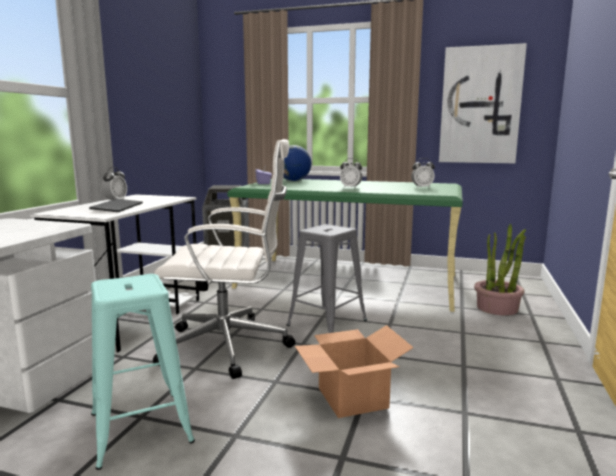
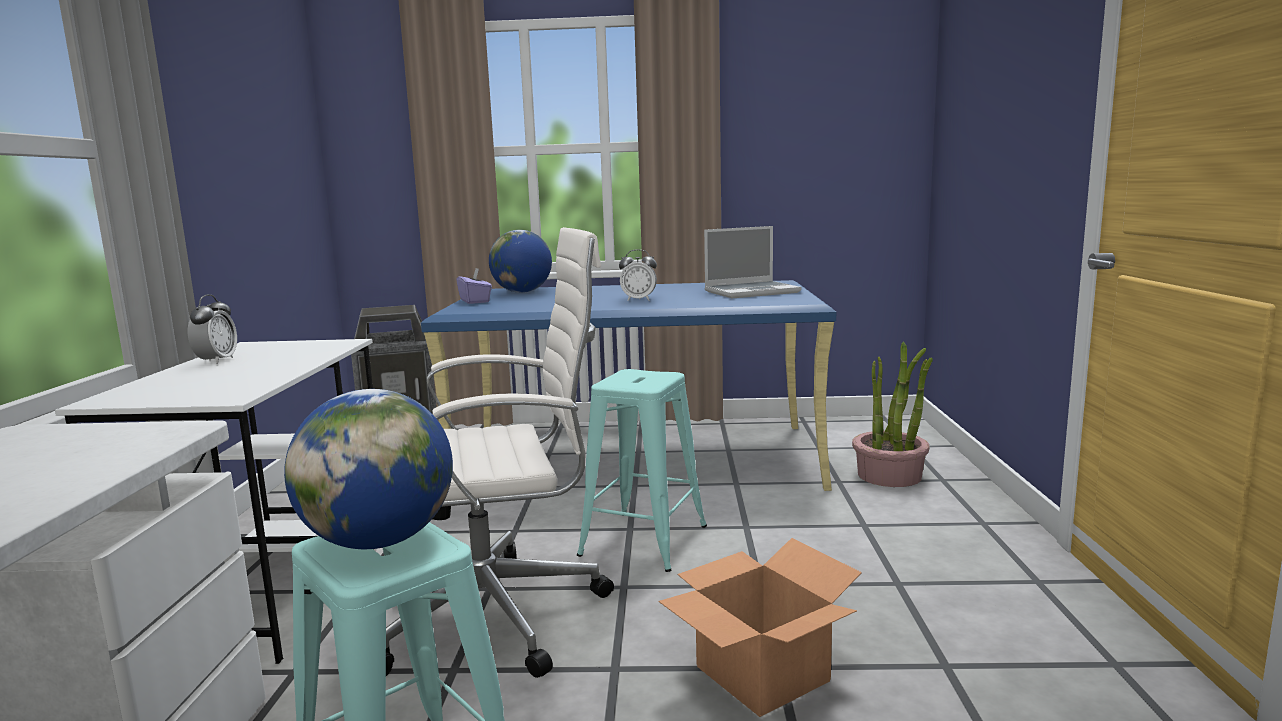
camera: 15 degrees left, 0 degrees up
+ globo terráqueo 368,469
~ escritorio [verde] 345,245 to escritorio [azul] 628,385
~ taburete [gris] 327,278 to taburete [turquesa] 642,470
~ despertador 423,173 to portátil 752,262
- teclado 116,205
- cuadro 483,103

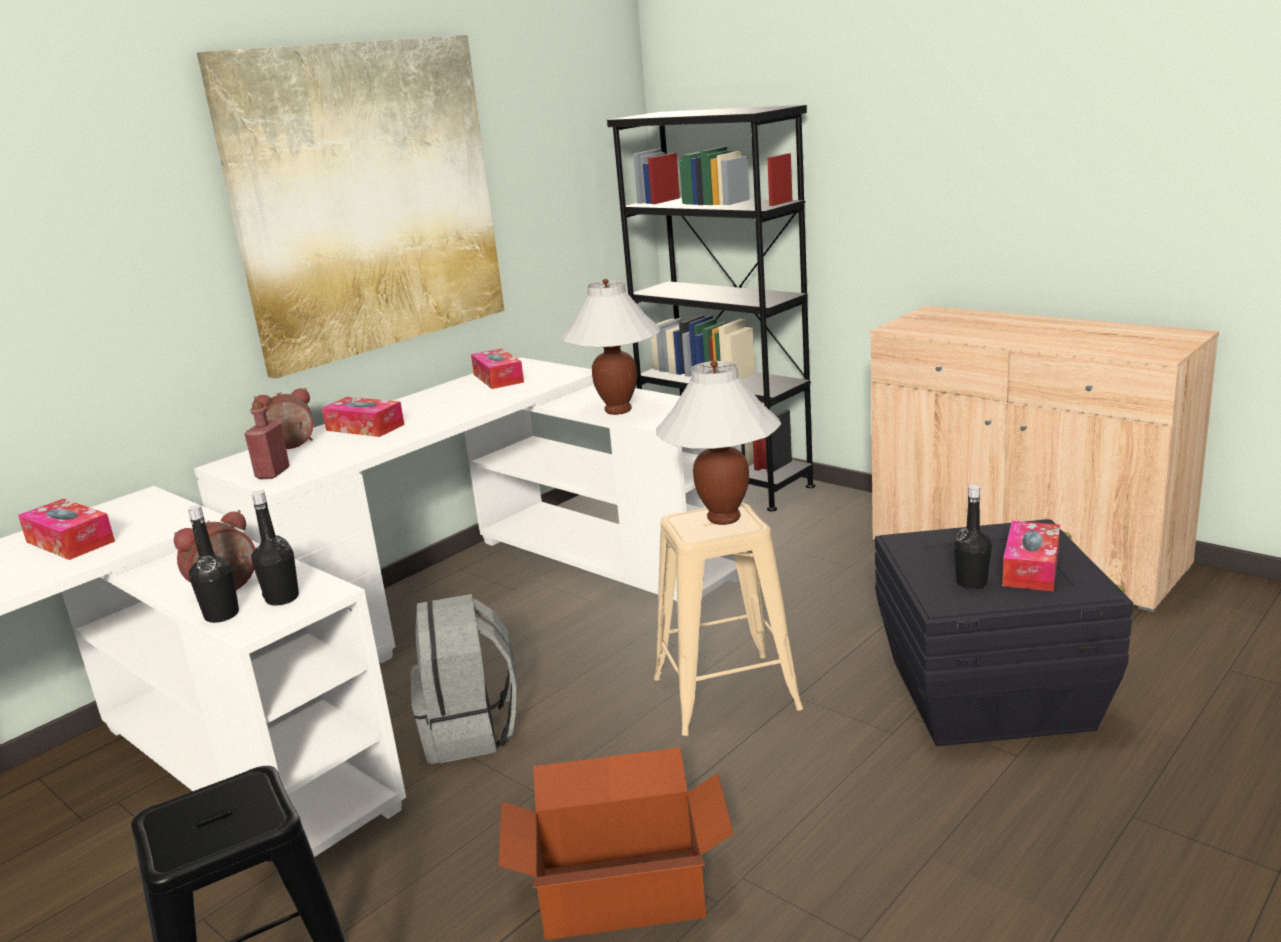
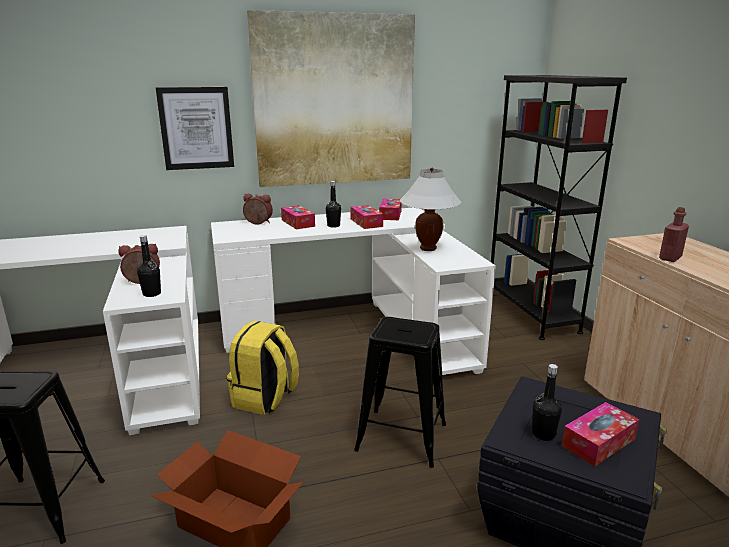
camera: 30 degrees right, 0 degrees up
+ cuadro 195,128
~ mochila [gris] 464,679 to mochila [amarillo] 263,368
~ botella [negro] 213,564 to 333,204
~ caja de pañuelos 66,529 to 366,217
~ taburete [beis] 728,619 to taburete [negro] 400,392
~ botella [rojo] 267,440 to 674,234
- lámpara de mesa [blanco] 718,443

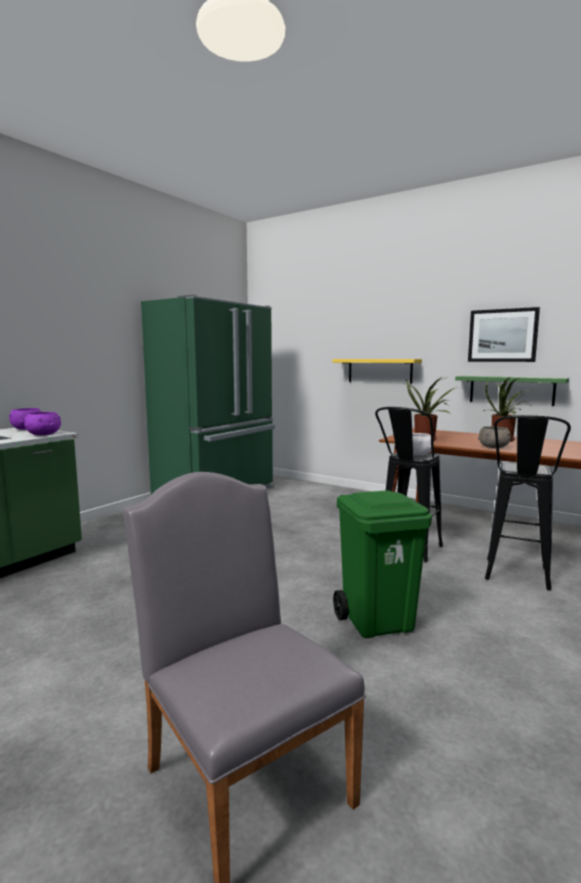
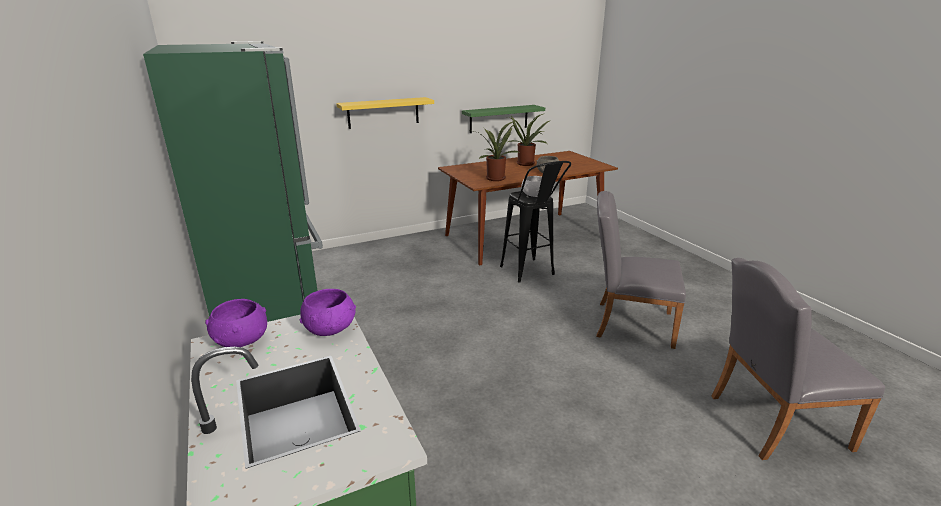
camera: 60 degrees left, 15 degrees up
~ papelera [verde] 382,564 to silla [gris] 641,270
- cuadro 504,334
- taburete [negro] 528,502

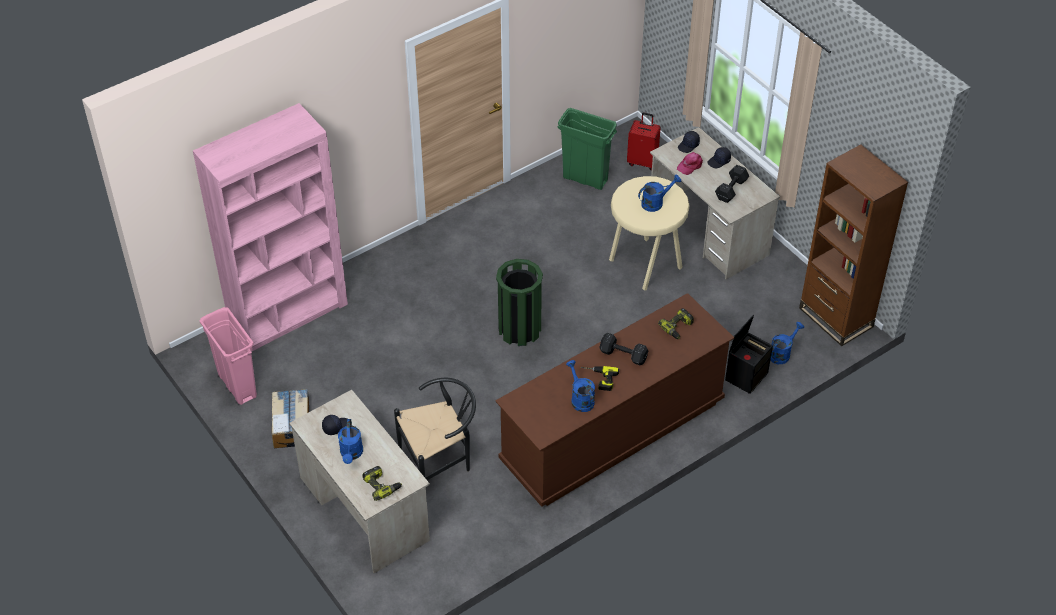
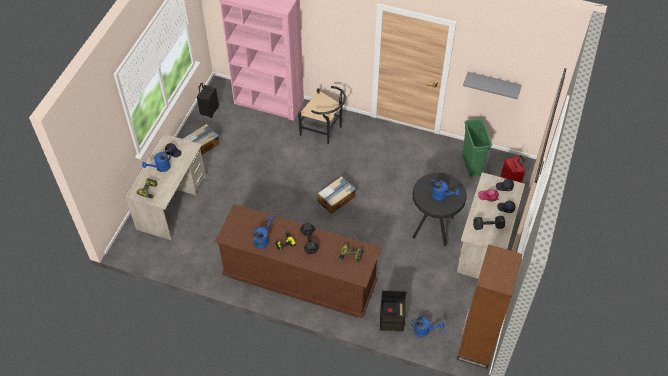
camera: 55 degrees right, 5 degrees up
~ papelera [rosa] 228,356 to maleta [negro] 208,100
~ silla [negro] 435,429 to 322,115
~ papelera [verde] 519,302 to caja de cartón 336,195
~ taburete [beis] 649,233 to taburete [negro] 439,209
+ estante [gris] 492,85

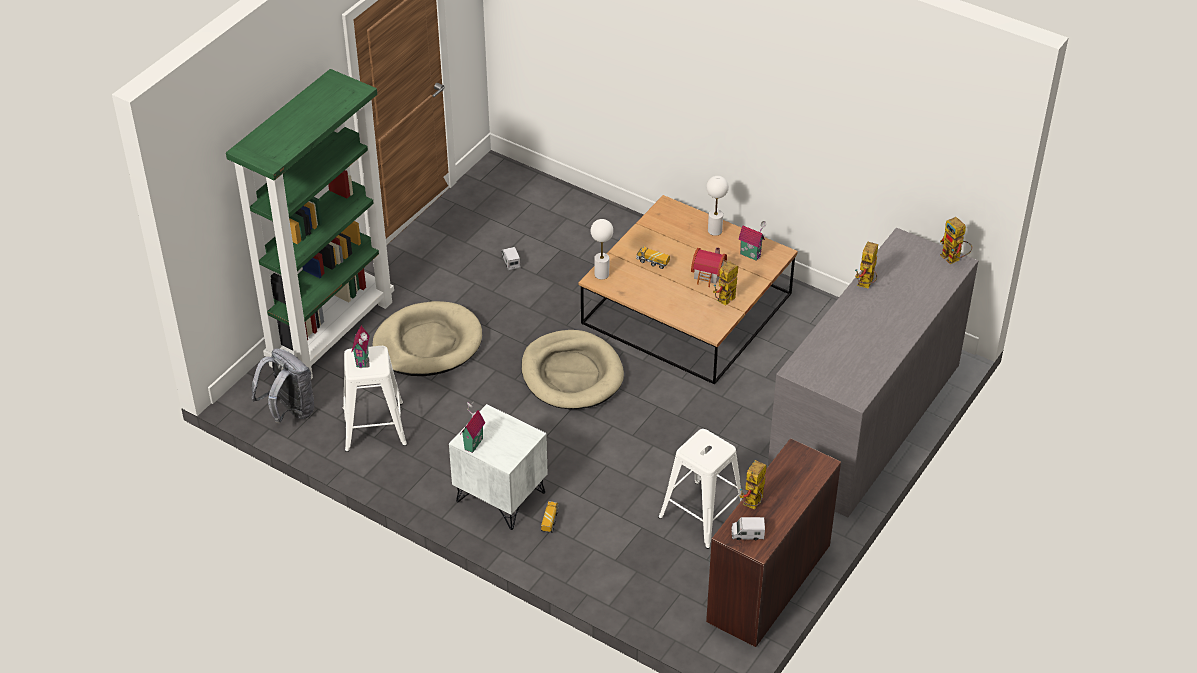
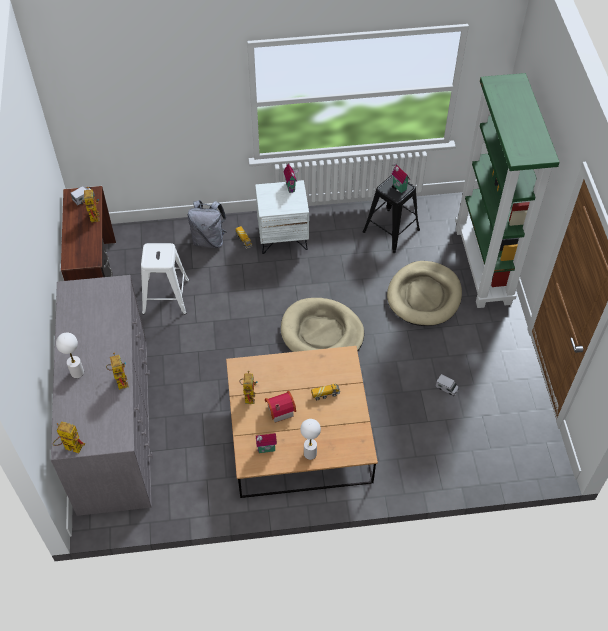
camera: 140 degrees right, 10 degrees up
~ lámpara de mesa [blanco] 602,249 to 70,355
~ mochila [gris] 282,385 to 207,224
~ taburete [blanco] 374,399 to taburete [negro] 391,214

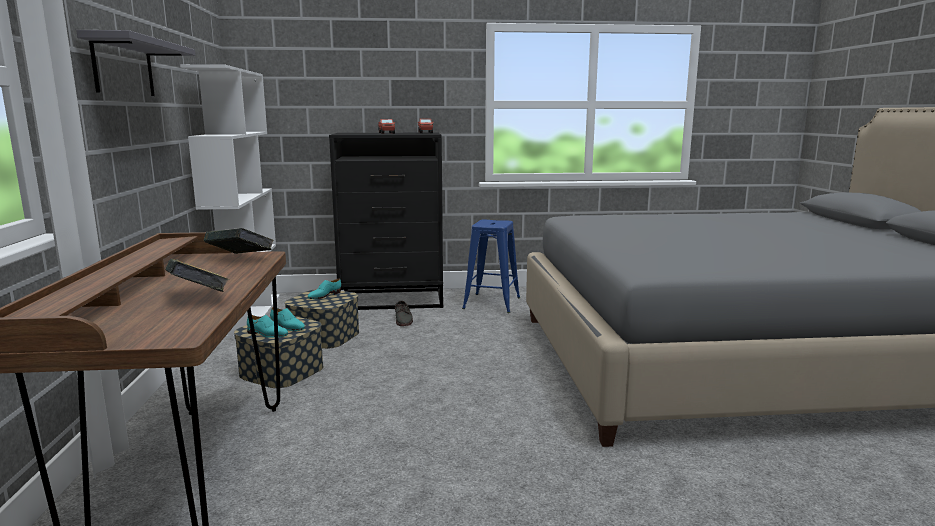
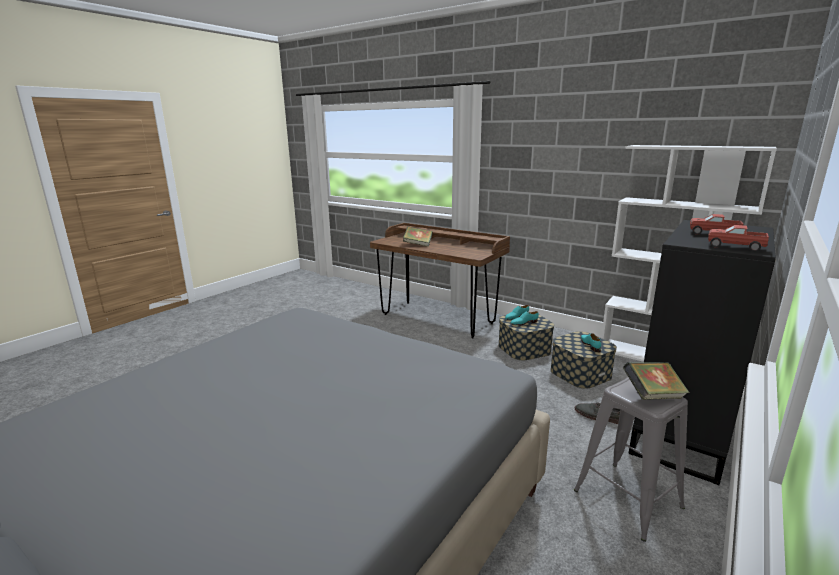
camera: 130 degrees right, 5 degrees up
~ taburete [azul] 491,266 to taburete [gris] 631,459
~ libro 239,241 to 656,381
- estante [gris] 135,63

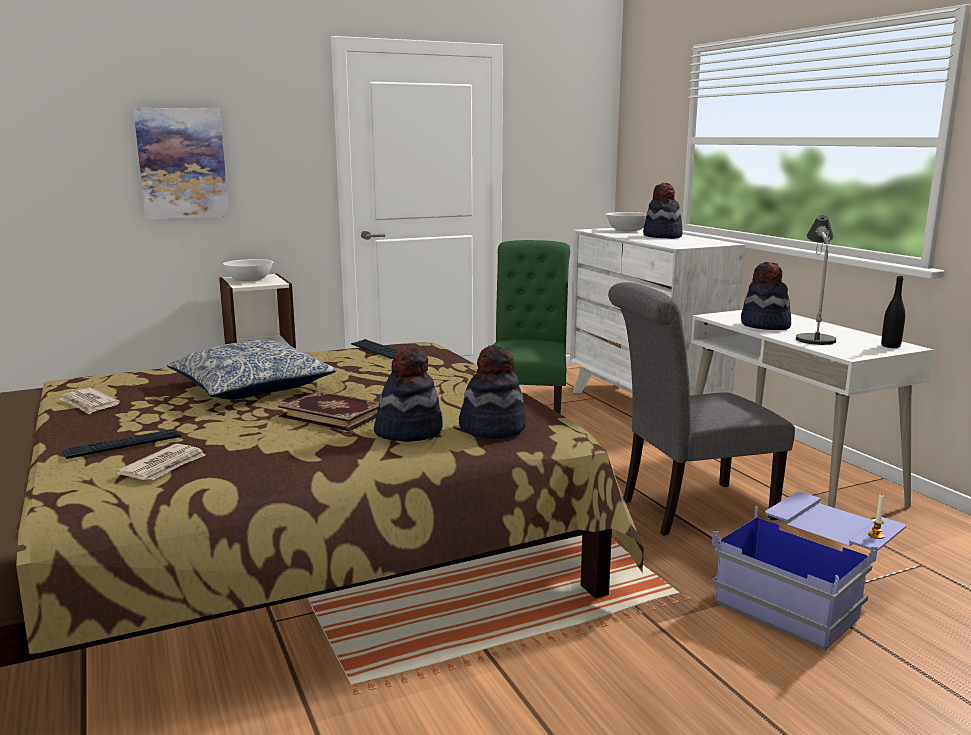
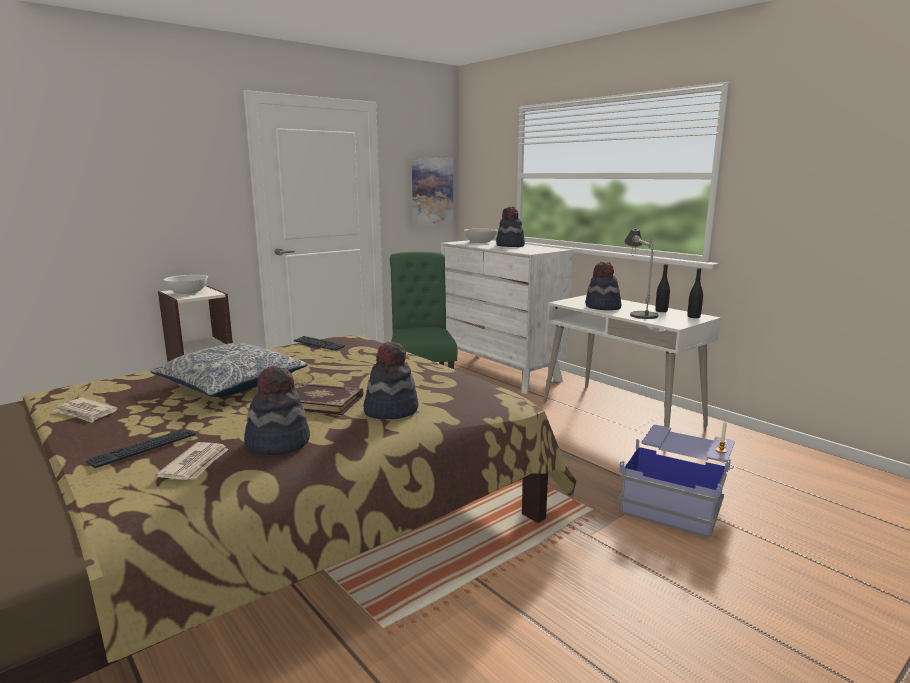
camera: 15 degrees left, 0 degrees up
~ sombrero 492,391 to 277,410
~ cuadro 181,164 to 432,191
+ botella [negro] 662,288
- silla [gris] 701,409

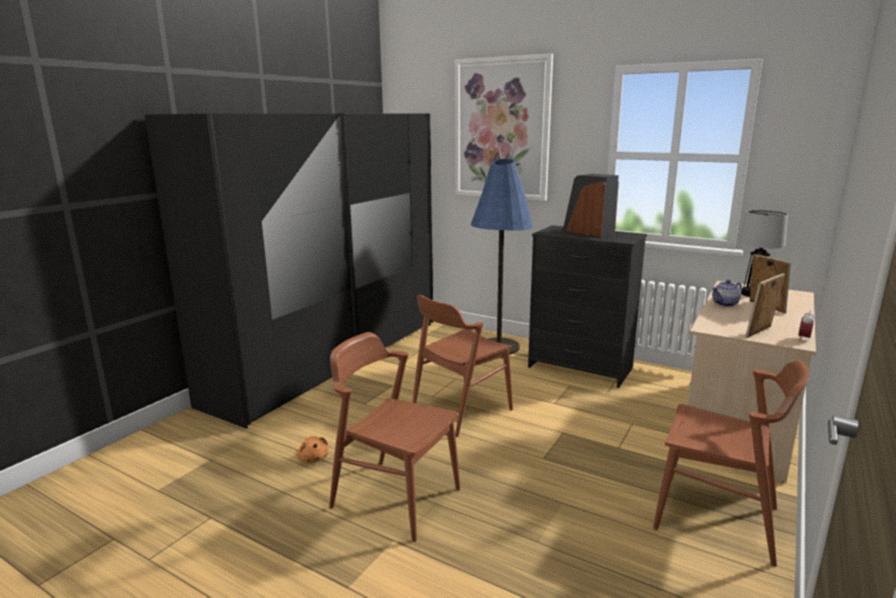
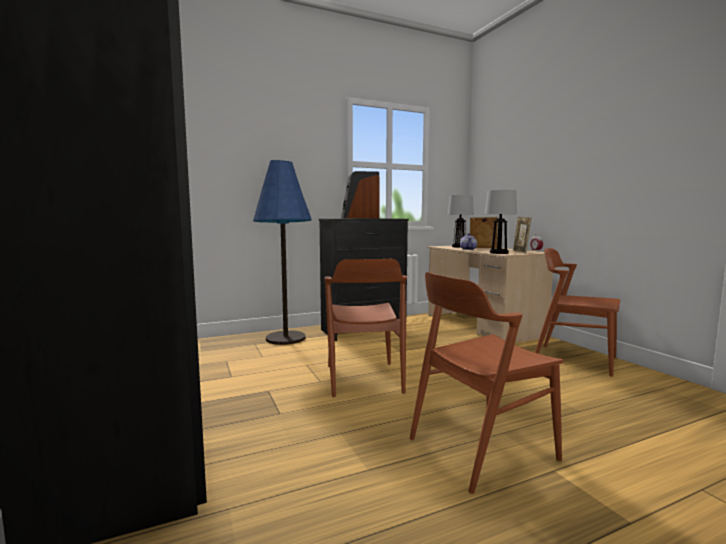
camera: 55 degrees left, 10 degrees down
+ lámpara de mesa 501,222
~ silla [marrón] 731,463 = 577,312 120 degrees counterclockwise
- peluche [naranja] 313,449
- cuadro 504,127

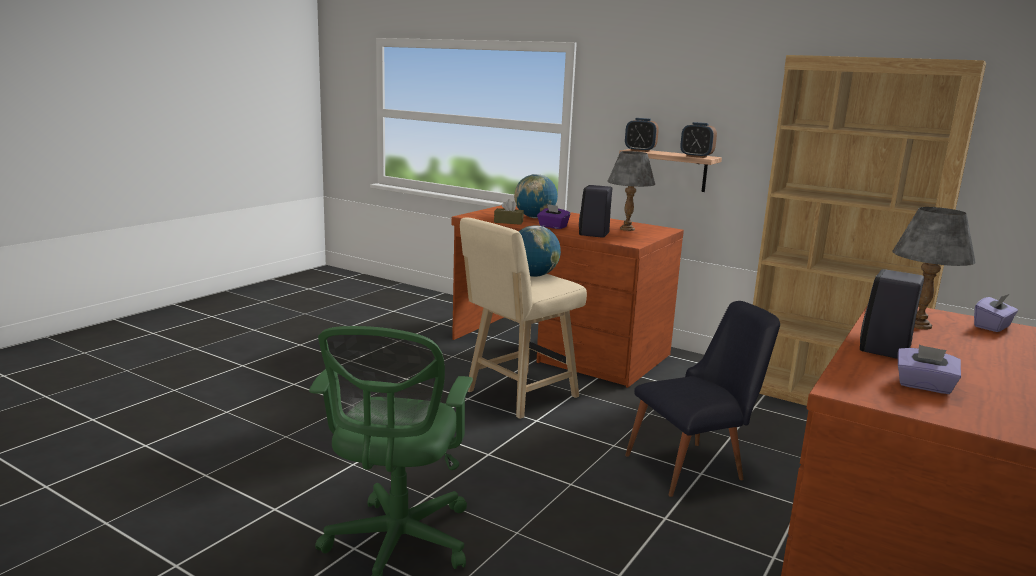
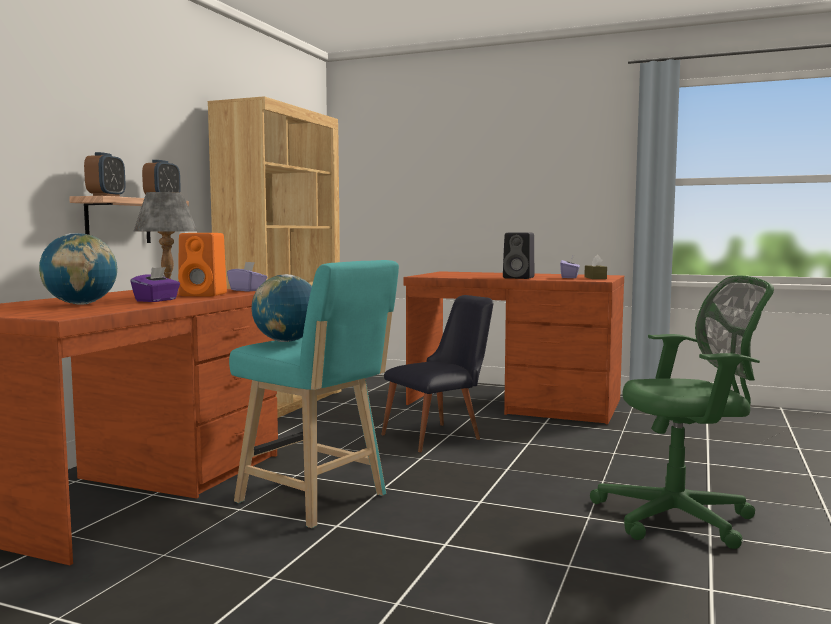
camera: 100 degrees left, 10 degrees down
~ altavoz [negro] 595,211 to altavoz [naranja] 202,265
~ caja de pañuelos [morado] 996,313 to 247,277
~ taburete [beis] 523,318 to taburete [turquesa] 314,394
~ silla [negro] 702,399 = 437,373 90 degrees clockwise
~ caja de pañuelos [marrón] 509,212 to 595,266
- lámpara de mesa [gris] 934,268

